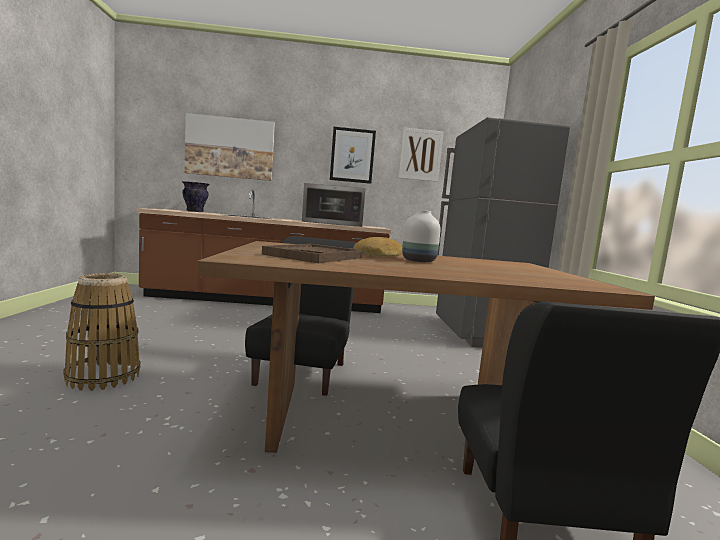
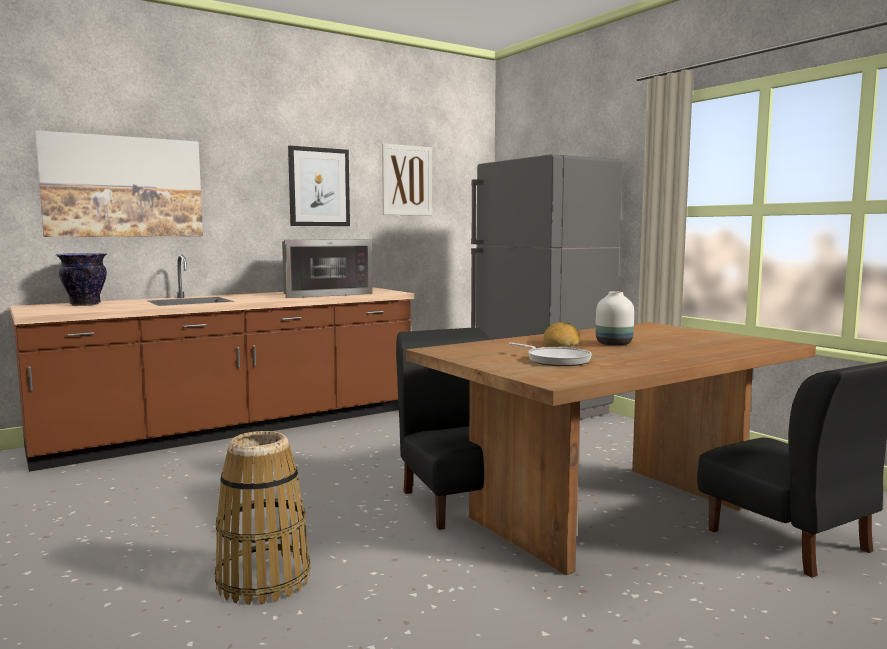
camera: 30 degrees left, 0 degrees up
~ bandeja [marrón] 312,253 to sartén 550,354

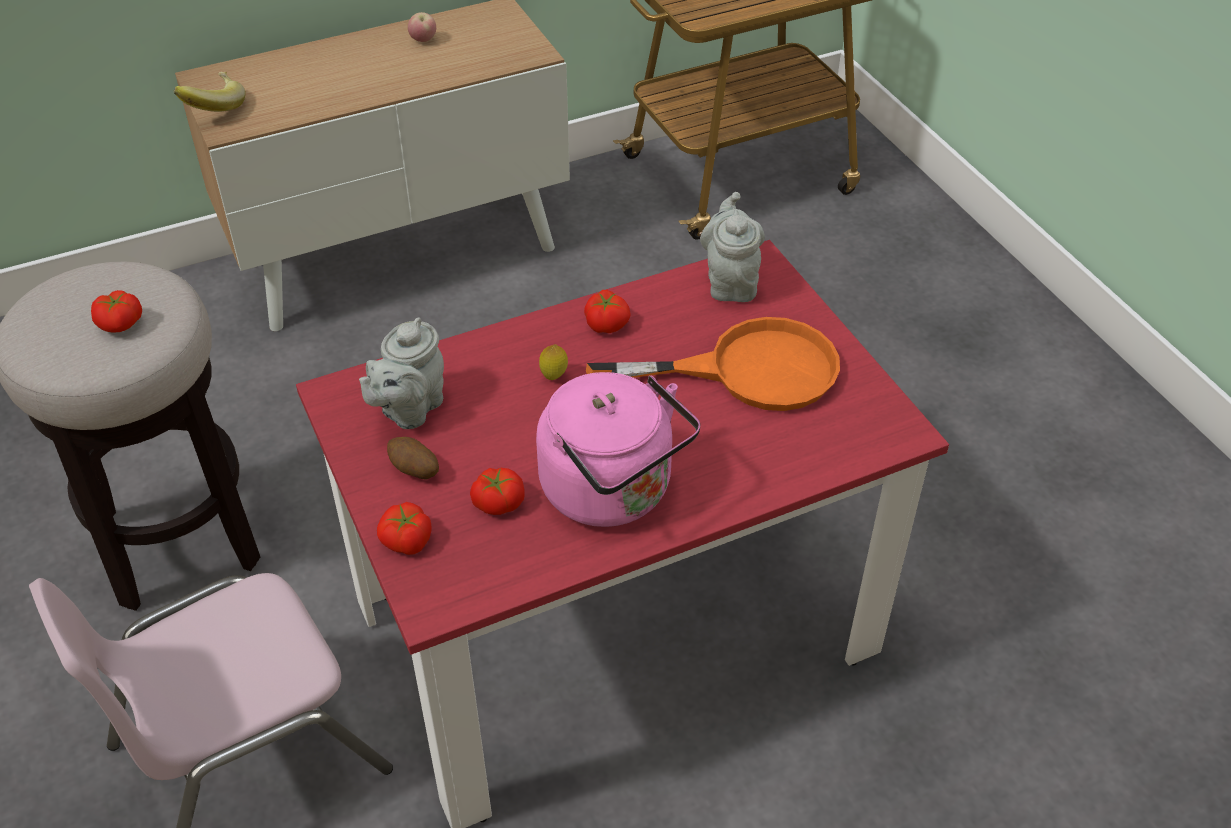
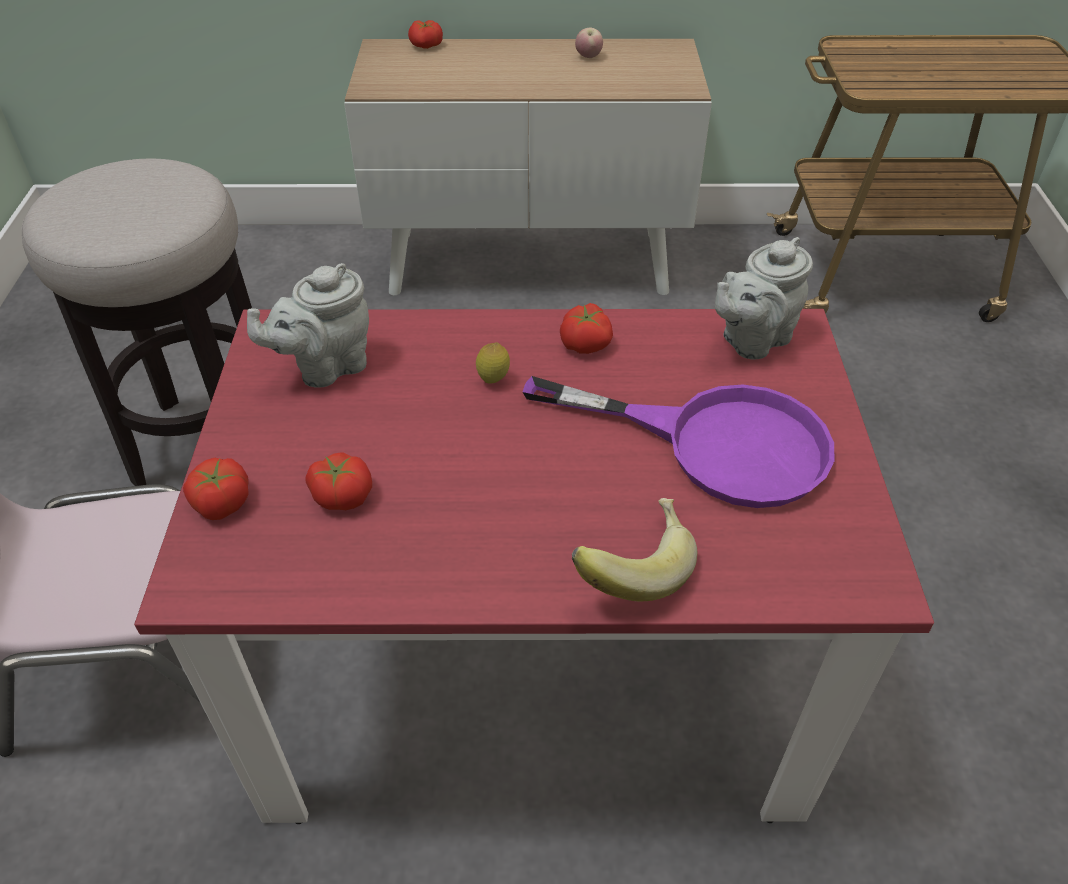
camera: 25 degrees right, 0 degrees up
~ tomate 116,311 to 425,34
~ sartén [naranja] 713,364 to sartén [morado] 679,442
~ plátano 210,92 to 634,550
~ tetera [gris] 732,247 = 764,298 150 degrees counterclockwise
- patata 413,458
- hervidor [rosa] 618,449

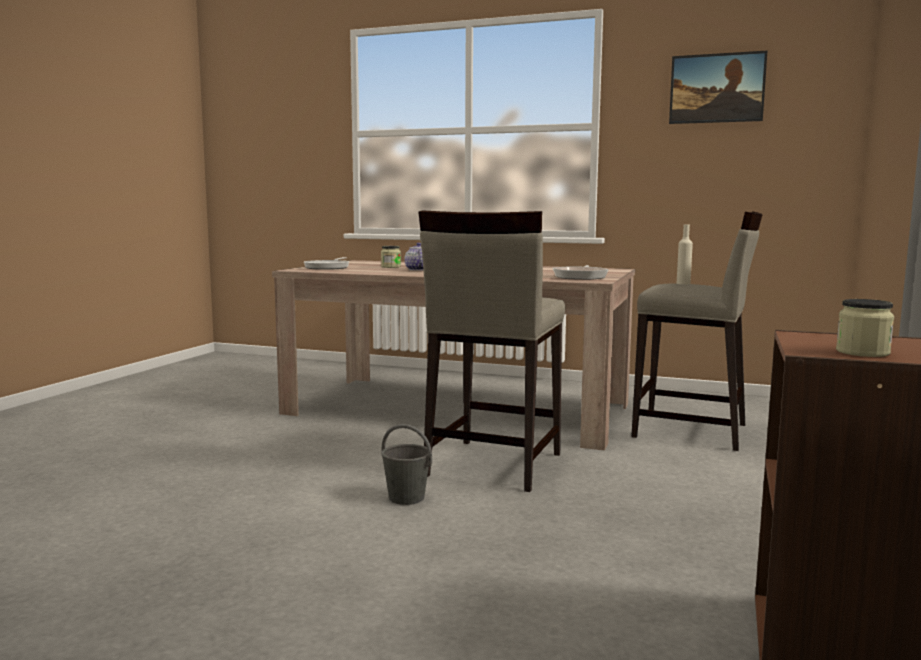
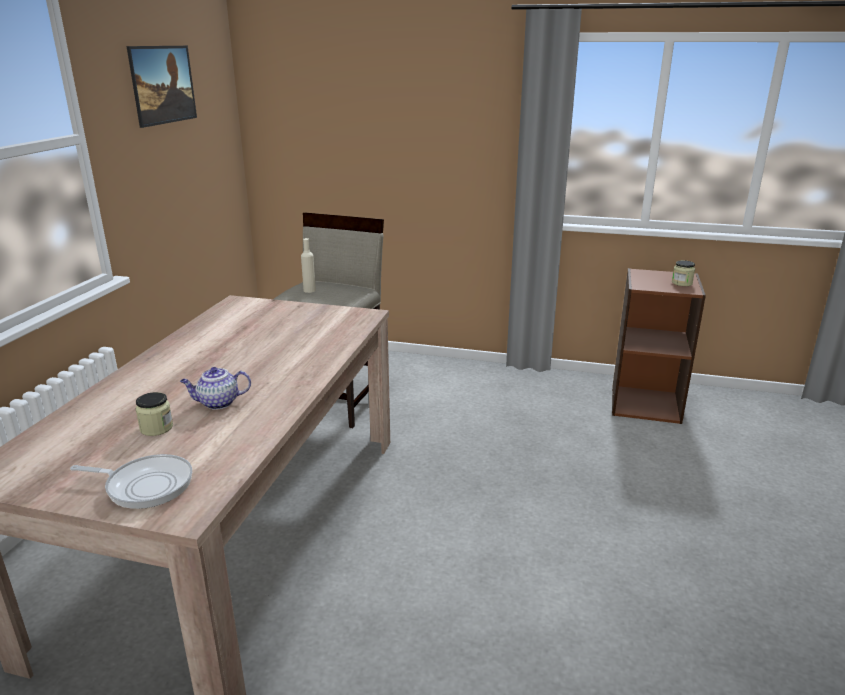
camera: 95 degrees left, 15 degrees up
- cubo [gris] 406,464
- taburete [beis] 491,351
- sartén 580,272

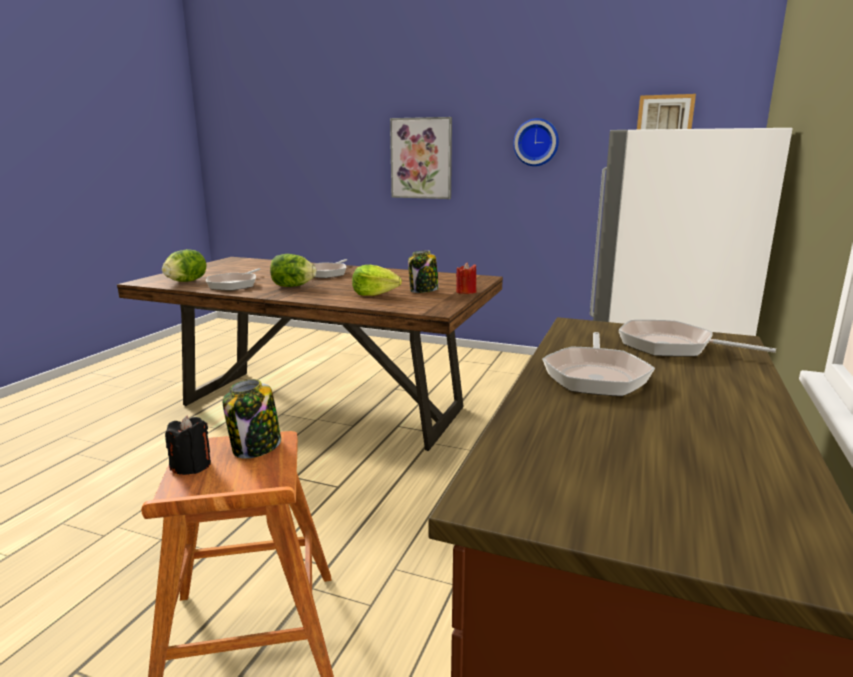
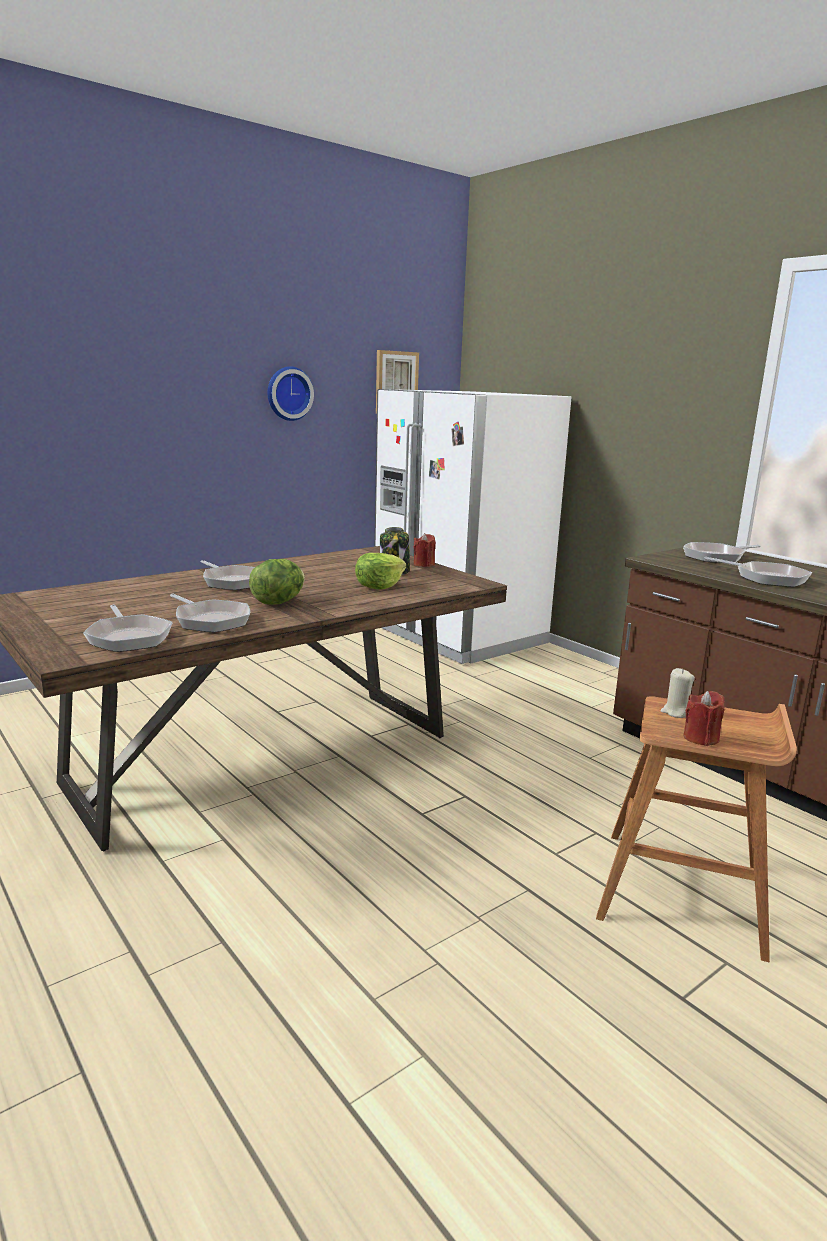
camera: 60 degrees left, 0 degrees up
~ lechuga 184,265 to sartén 128,628
~ tarro 252,419 to vela [beis] 678,693
~ vela [negro] 188,445 to vela [rojo] 704,718
- cuadro 421,158

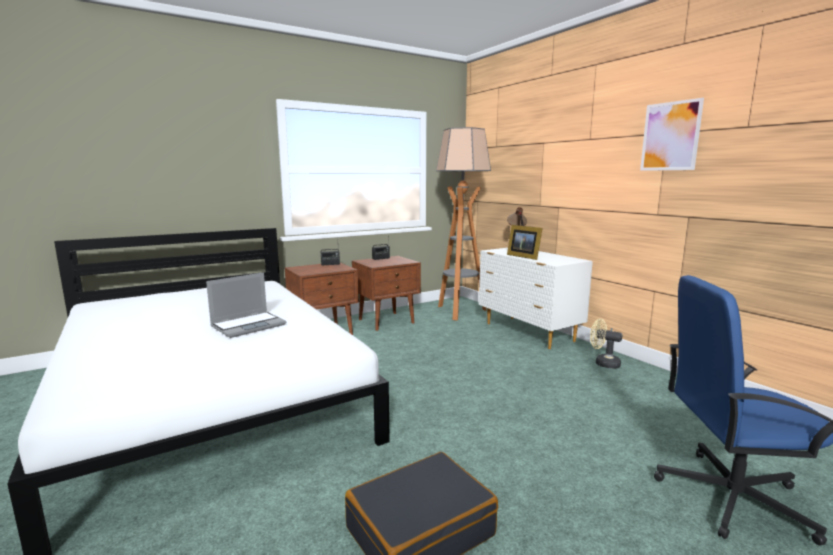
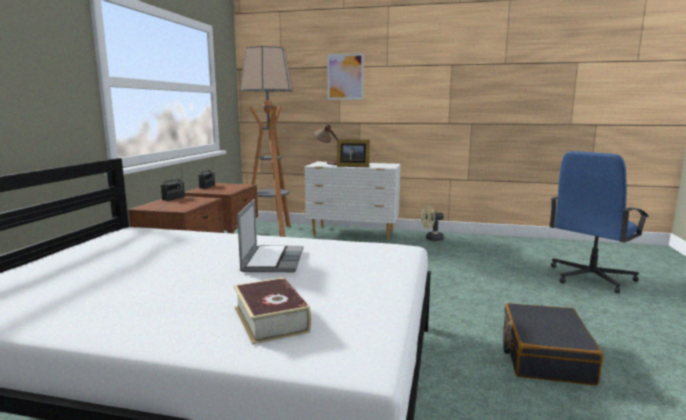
camera: 45 degrees left, 0 degrees up
+ libro 272,310
~ cuadro 672,134 to 345,76

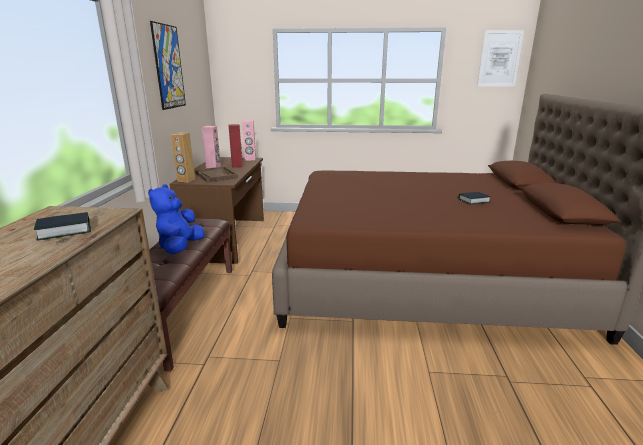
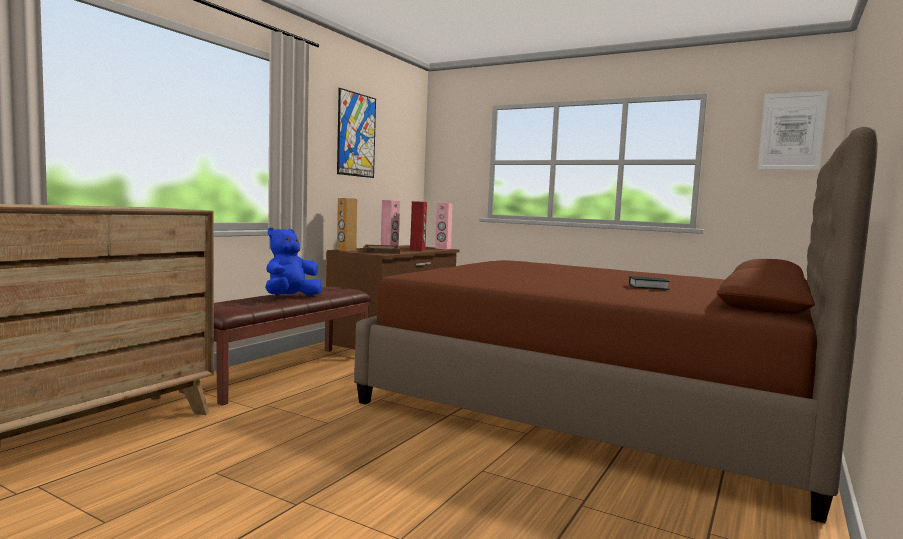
camera: 25 degrees right, 15 degrees down
- libro 62,226

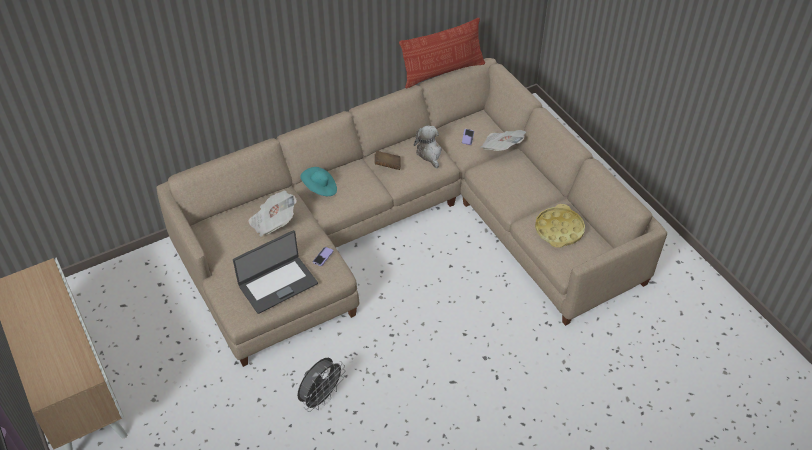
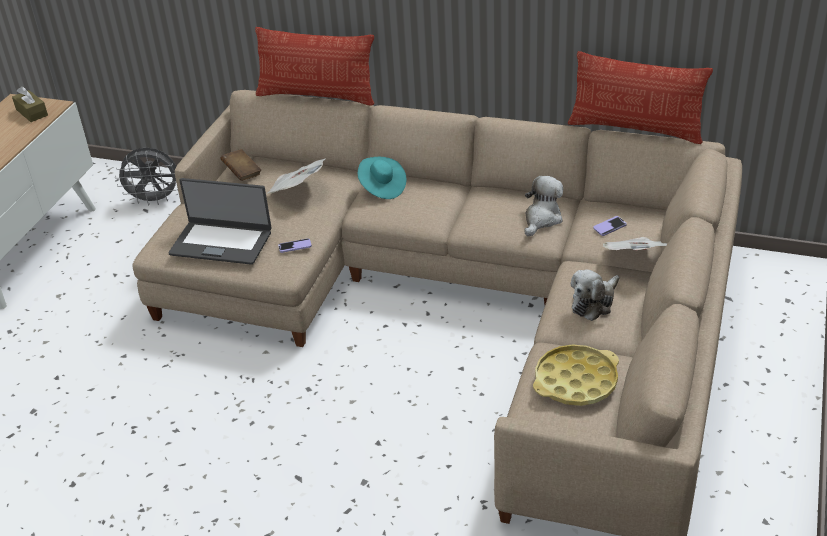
camera: 50 degrees right, 10 degrees down
+ caja de pañuelos [marrón] 30,104
~ ventilador [gris] 321,385 to 146,177
~ libro [marrón] 388,160 to 241,165
+ cojín 315,66
+ peluche 595,295

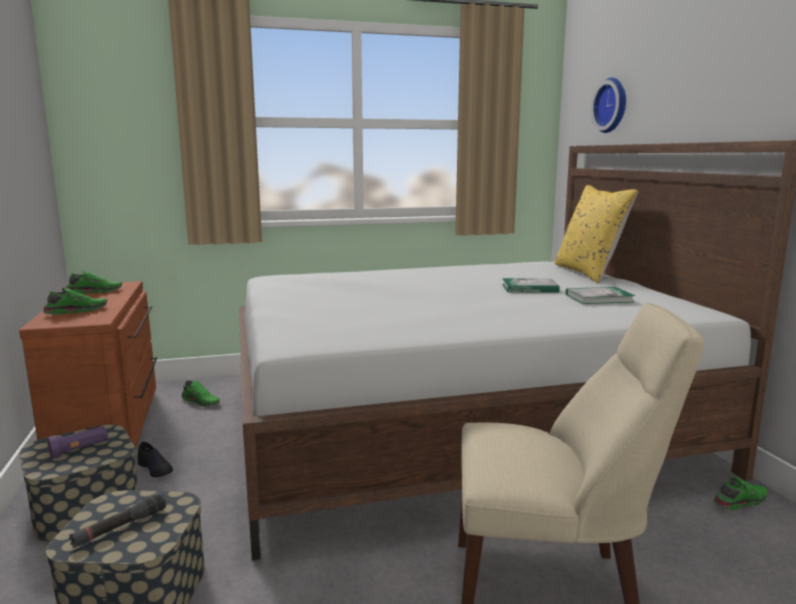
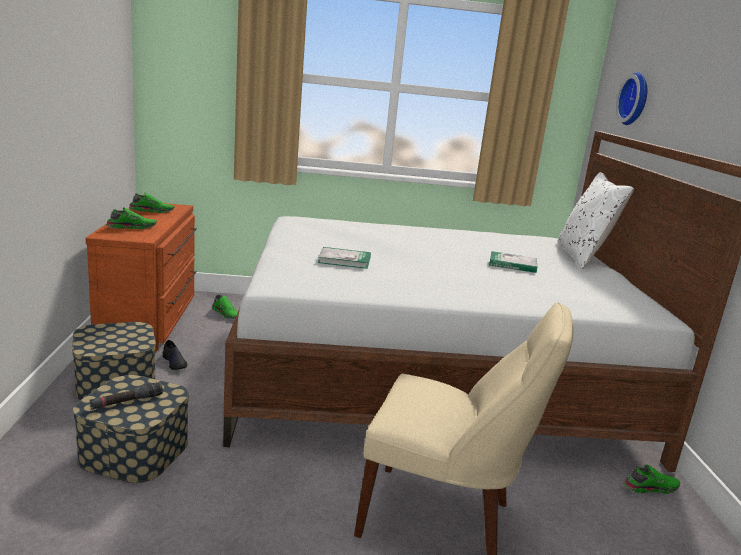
camera: 10 degrees right, 5 degrees up
~ libro 600,295 to 344,258
~ cojín [amarillo] 597,234 to cojín [blanco] 595,220
- linterna [morado] 77,442

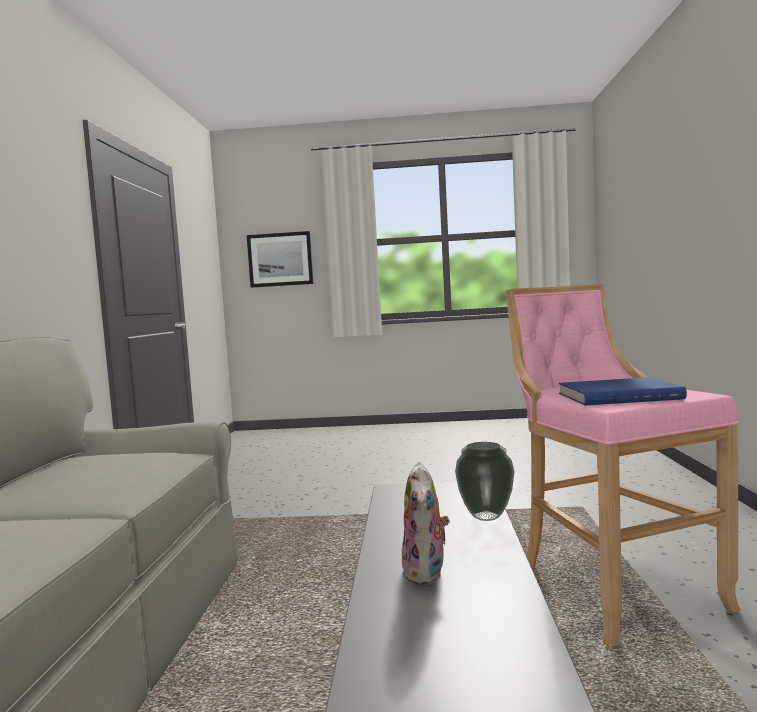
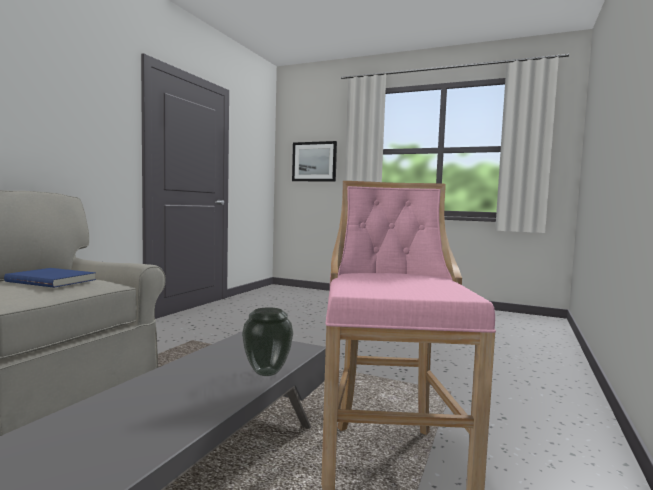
camera: 20 degrees right, 0 degrees up
~ libro [azul] 623,391 to 50,278
- peluche 426,523

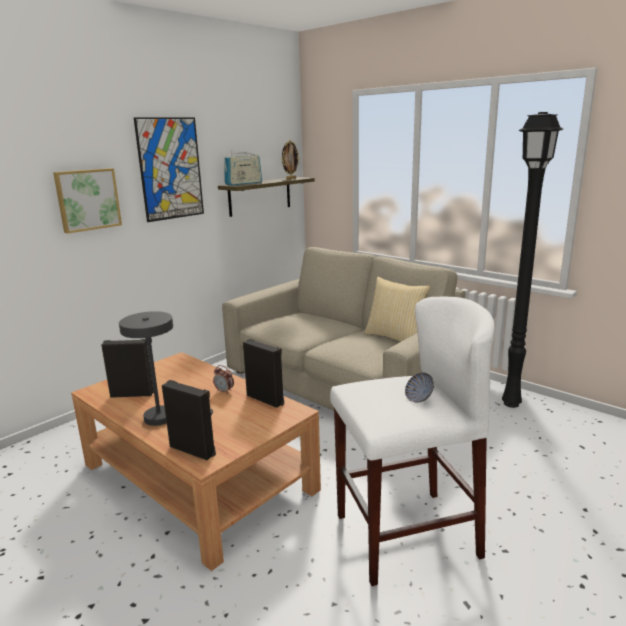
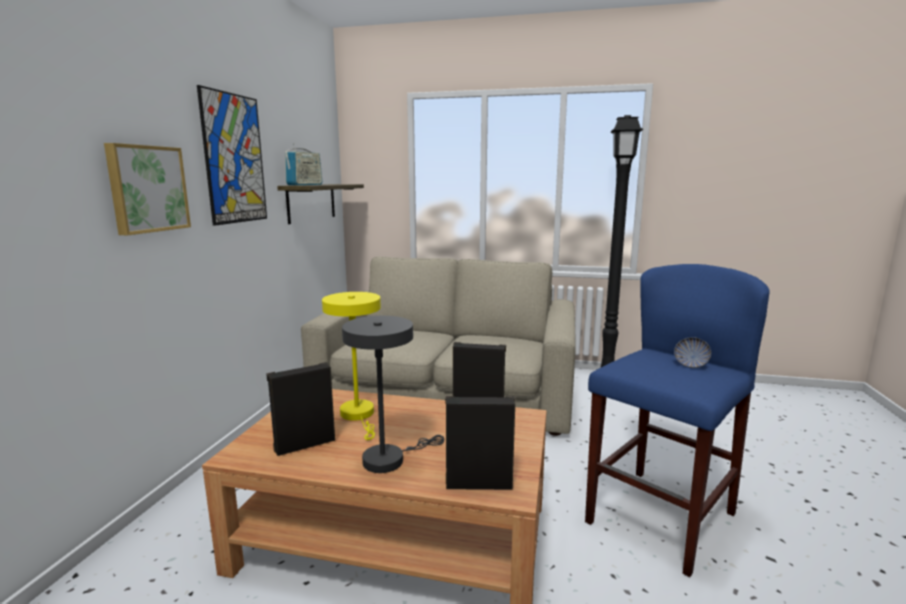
camera: 30 degrees left, 5 degrees down
+ lámpara de mesa [amarillo] 351,366
~ taburete [blanco] 412,441 to taburete [azul] 677,420
- despertador 223,379
- portarretratos 291,159
- cojín 397,309

